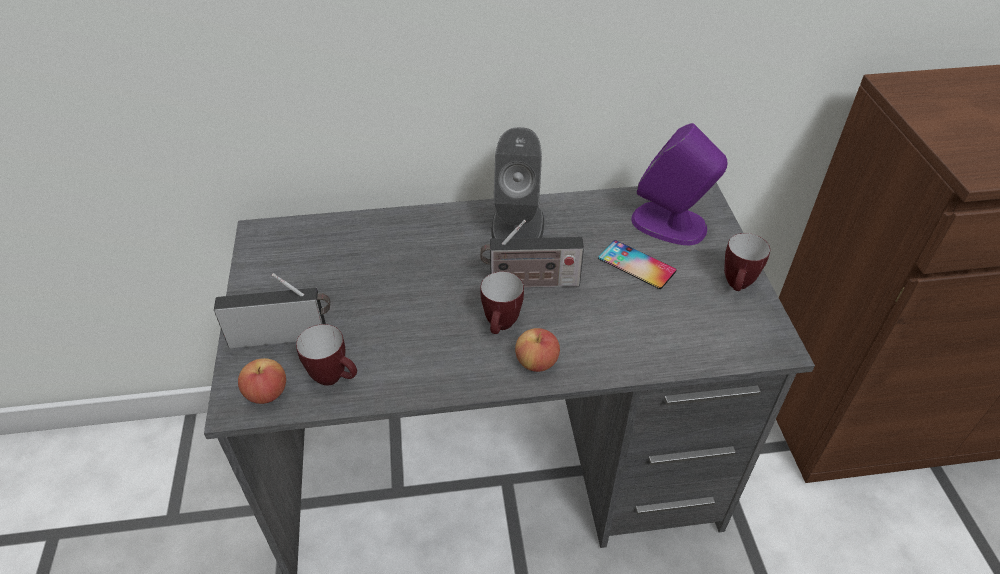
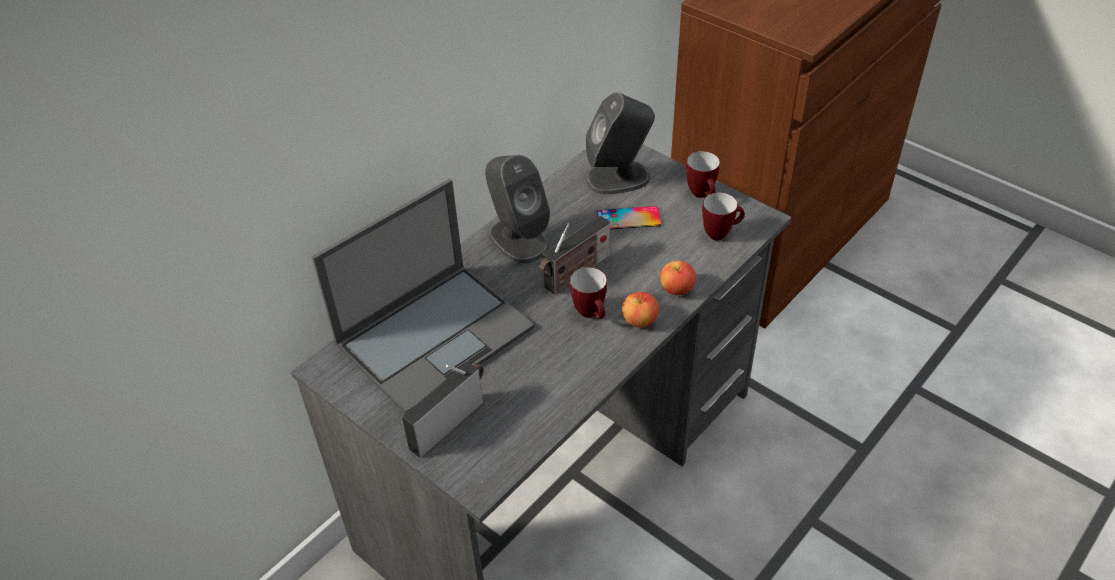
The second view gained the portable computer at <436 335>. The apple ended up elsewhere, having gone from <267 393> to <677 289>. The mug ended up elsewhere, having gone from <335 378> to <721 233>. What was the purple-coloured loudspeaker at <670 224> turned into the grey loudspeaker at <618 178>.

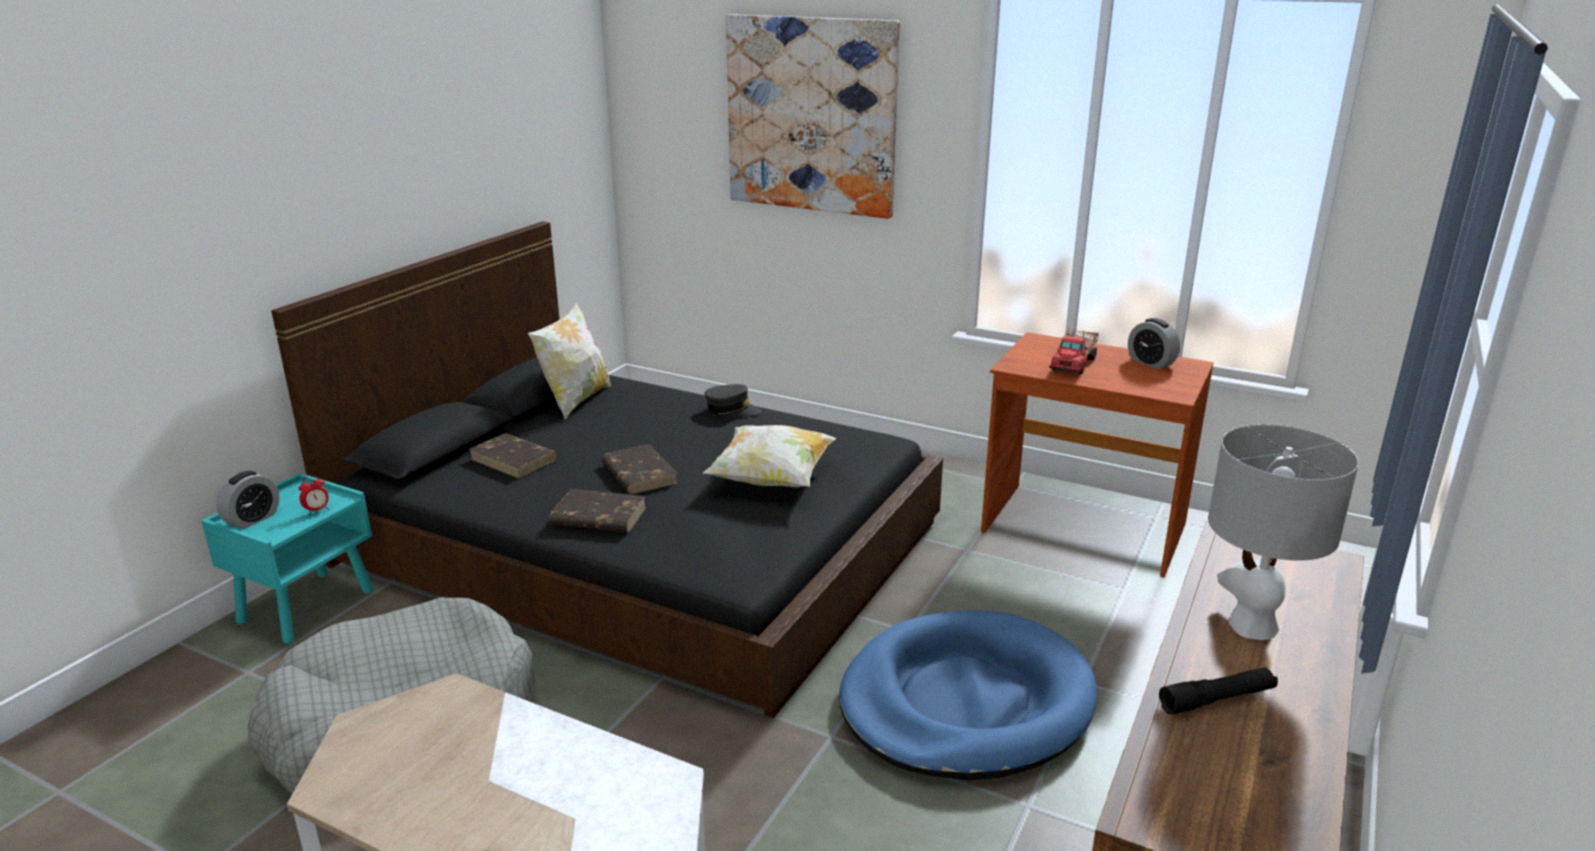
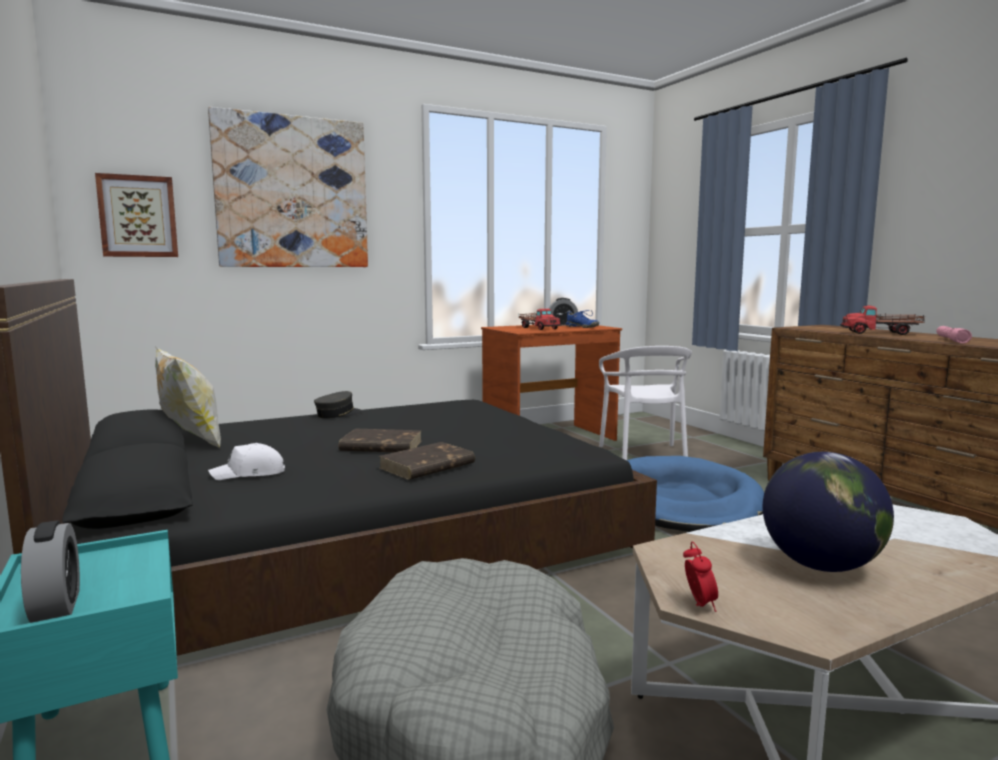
The second view lost the pillow at <771 480>. The second view gained the wall art at <138 216>. The second view gained the bluish item of footwear at <581 327>. The second view gained the white plain chair at <644 455>. The second view gained the world globe at <820 566>. The alarm clock ended up elsewhere, having gone from <317 511> to <699 605>. Where the brown book stood at <514 459>, the white baseball cap came to stand at <249 474>. Where the grey table lamp stood at <1251 625>, the toy truck came to stand at <881 333>. What was the black-coloured flashlight at <1217 700> turned into the pink-coloured flashlight at <951 340>.

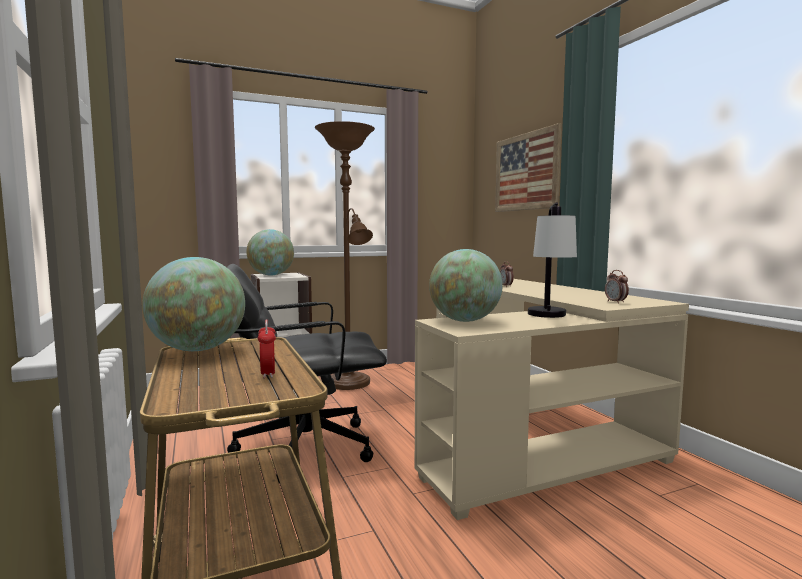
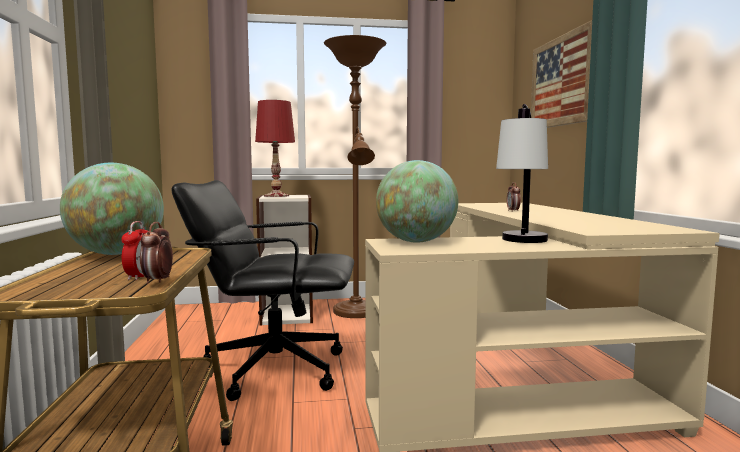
The alarm clock ended up elsewhere, having gone from <615 302> to <158 281>. Where the world globe stood at <271 275>, the red table lamp came to stand at <276 196>.

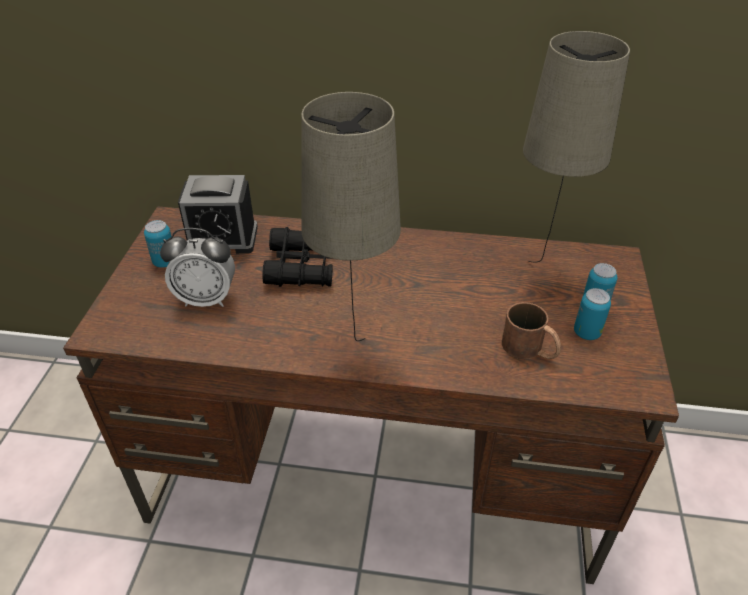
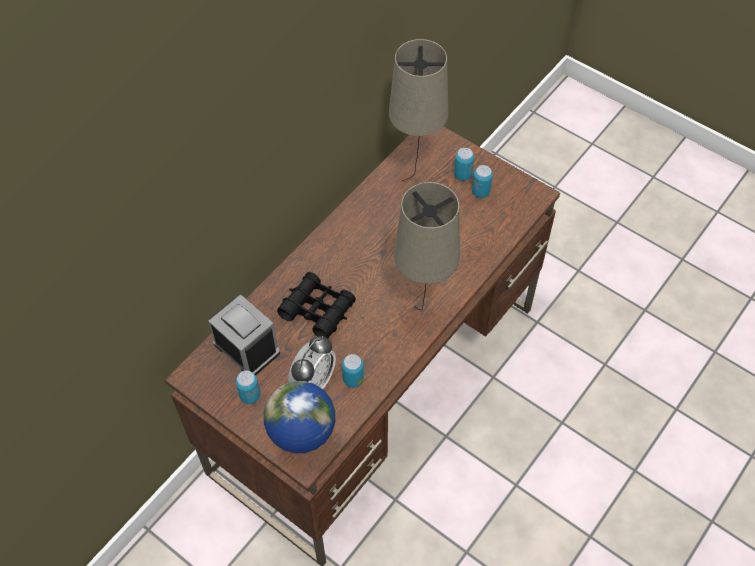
The second view lost the brown mug at <530 349>. The second view gained the world globe at <304 446>. The second view gained the sealed can at <353 379>. The alarm clock at <222 238> ended up facing another way, 75 degrees counterclockwise from before.

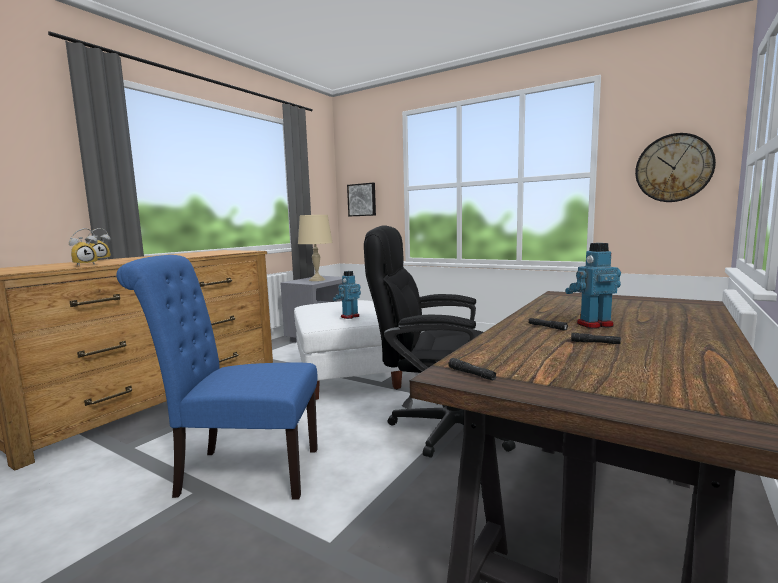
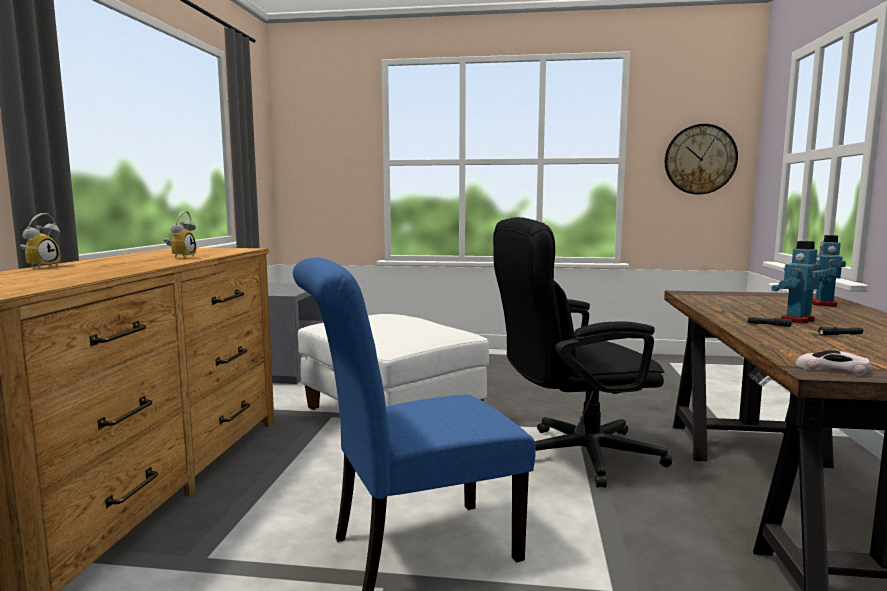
The second view lost the beige-coloured table lamp at <317 280>. The second view lost the wall art at <362 200>. The alarm clock ended up elsewhere, having gone from <85 265> to <181 257>. The robot figure ended up elsewhere, having gone from <349 316> to <822 304>. Where the black-coloured flashlight stood at <472 374>, the white toy car came to stand at <831 369>.

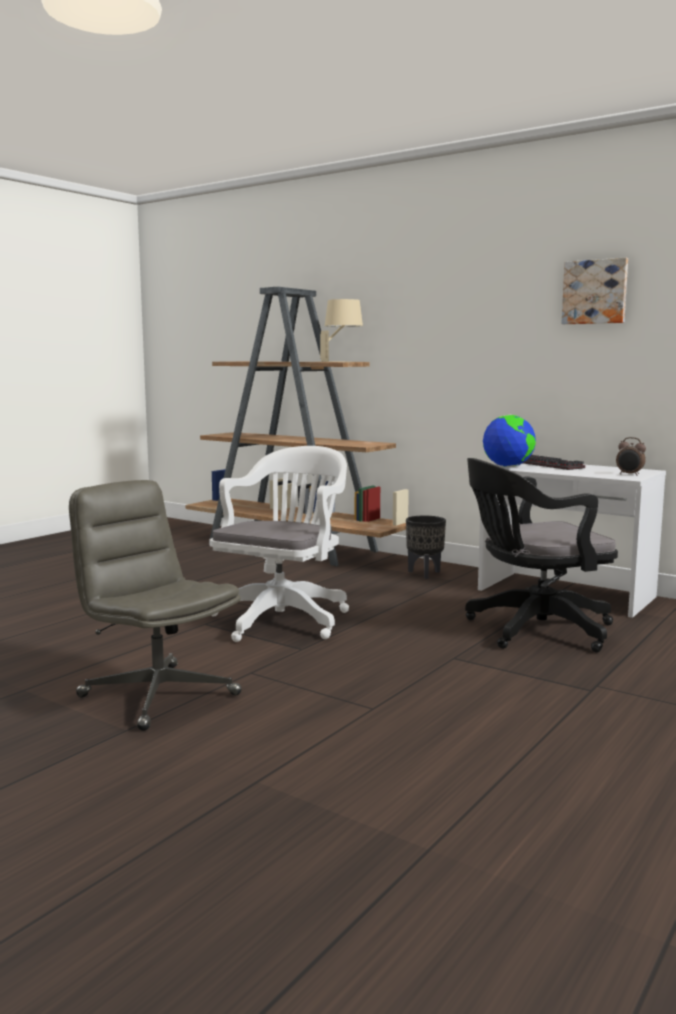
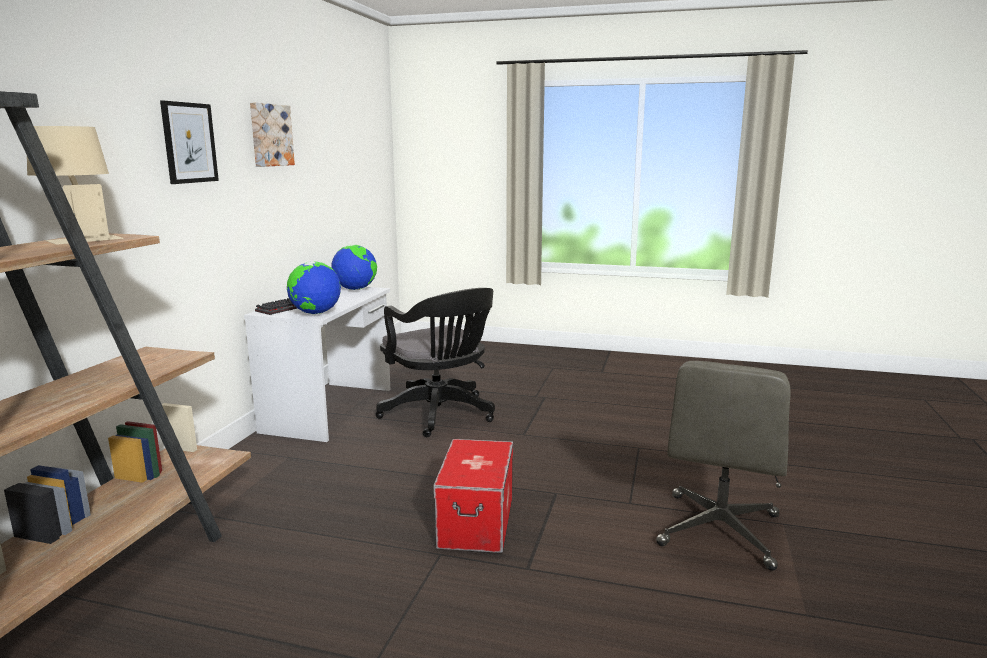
The second view lost the black-coloured flower pot at <425 574>. The second view gained the wall art at <189 143>. Where the white desk chair stood at <284 618>, the storage container came to stand at <475 522>. Where the alarm clock stood at <629 474>, the world globe came to stand at <355 289>.

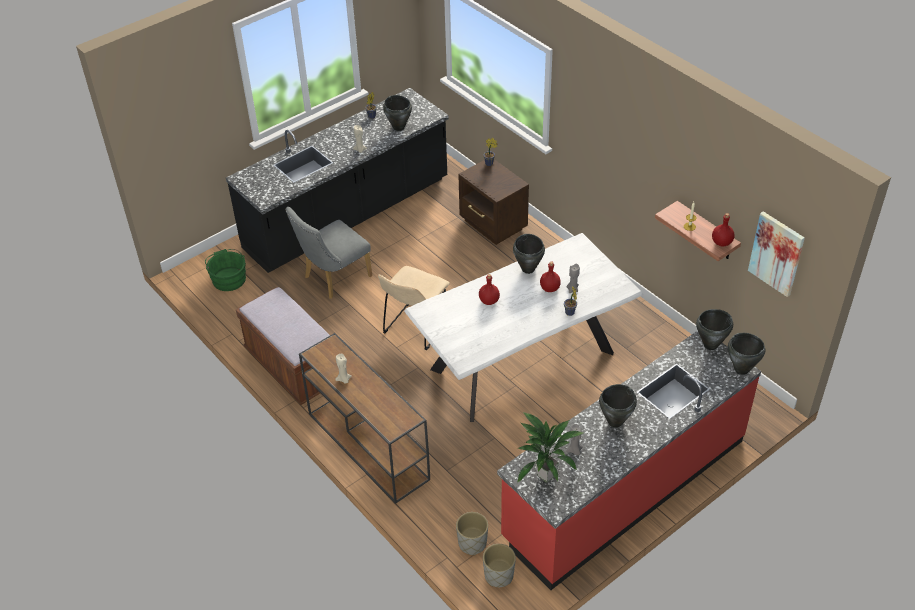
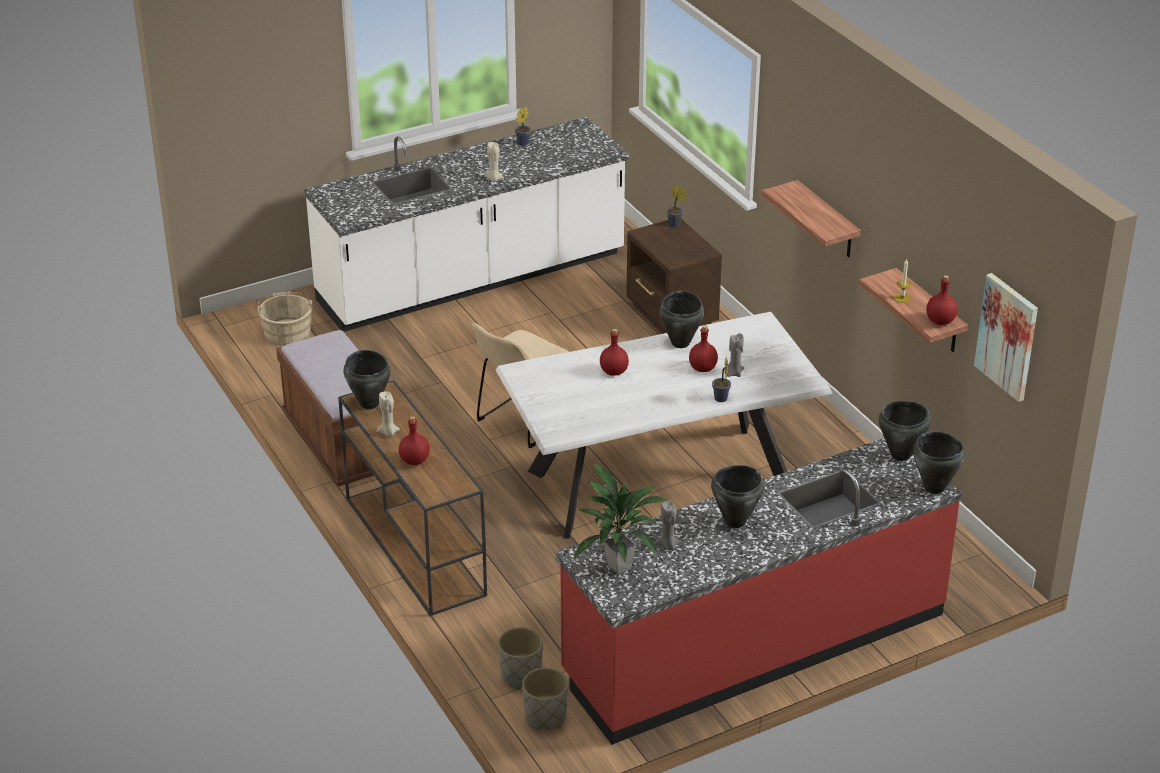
The second view lost the grey plain chair at <333 278>. The second view gained the red drink bottle at <415 461>. The second view gained the shelf at <827 221>. The black-coloured saucepot ended up elsewhere, having gone from <399 127> to <369 403>. What was the green-coloured pail at <228 278> turned into the beige-coloured pail at <287 331>. What was the black-coloured kitchen counter at <348 215> turned into the white kitchen counter at <472 279>.

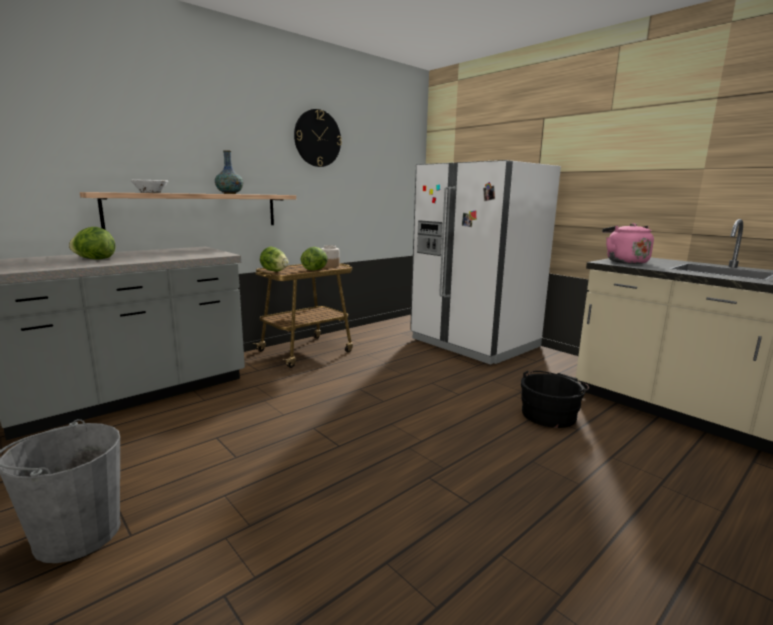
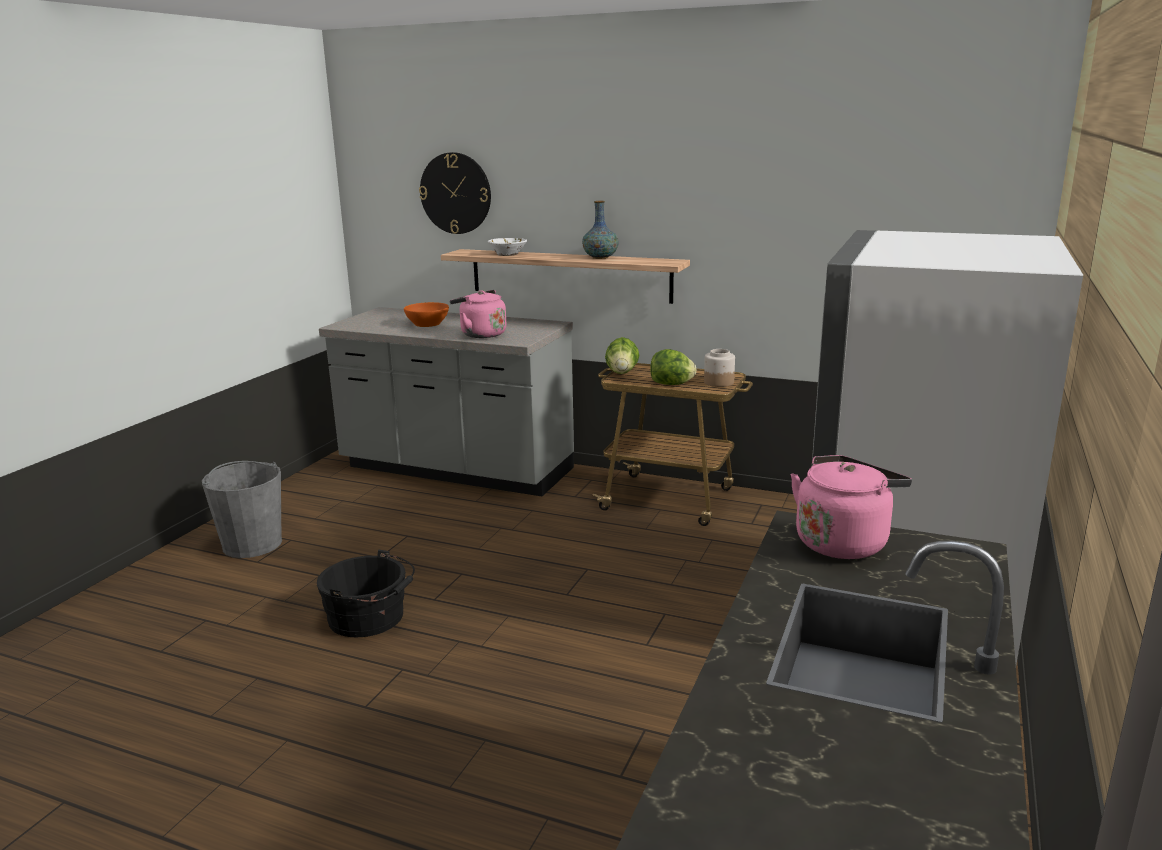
The second view gained the pink-coloured water kettle at <480 334>. The wall clock ended up elsewhere, having gone from <317 138> to <455 193>. The black-coloured pail ended up elsewhere, having gone from <550 414> to <370 618>. Where the lettuce stood at <95 259>, the orange-coloured serving bowl came to stand at <427 324>.

